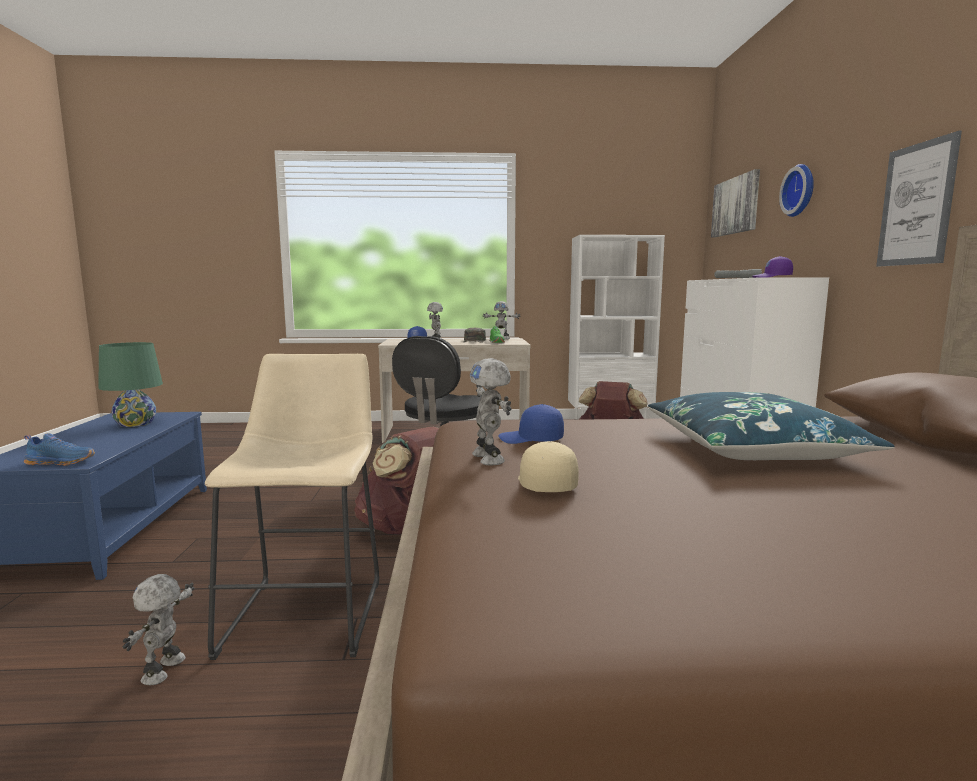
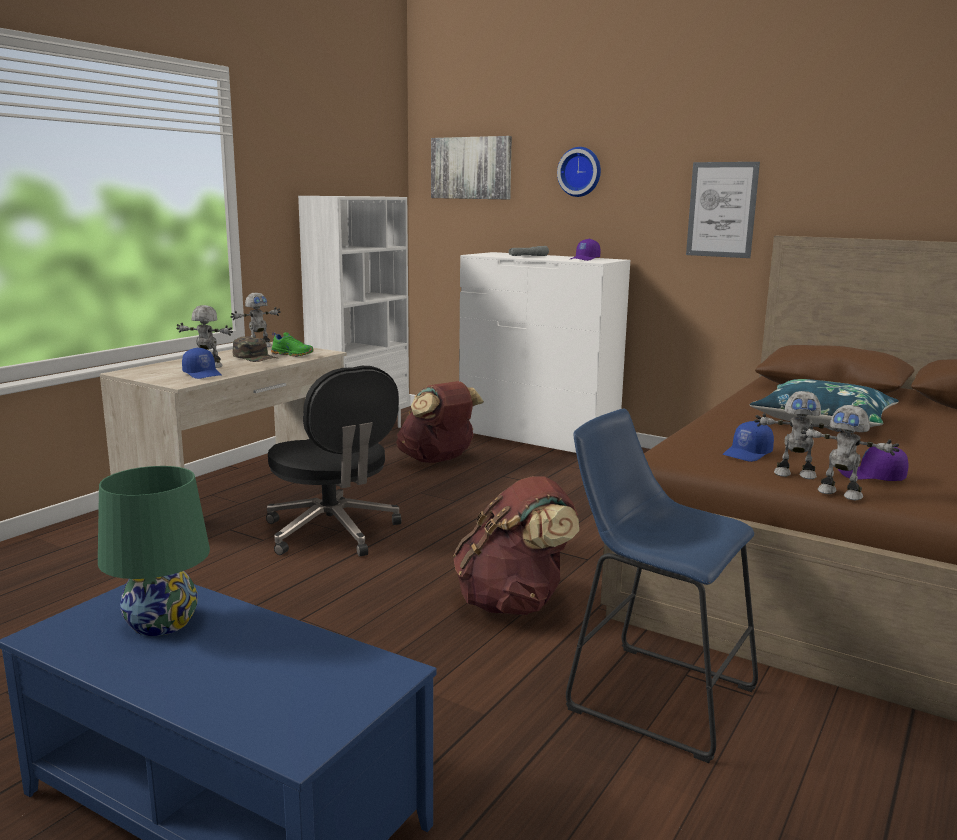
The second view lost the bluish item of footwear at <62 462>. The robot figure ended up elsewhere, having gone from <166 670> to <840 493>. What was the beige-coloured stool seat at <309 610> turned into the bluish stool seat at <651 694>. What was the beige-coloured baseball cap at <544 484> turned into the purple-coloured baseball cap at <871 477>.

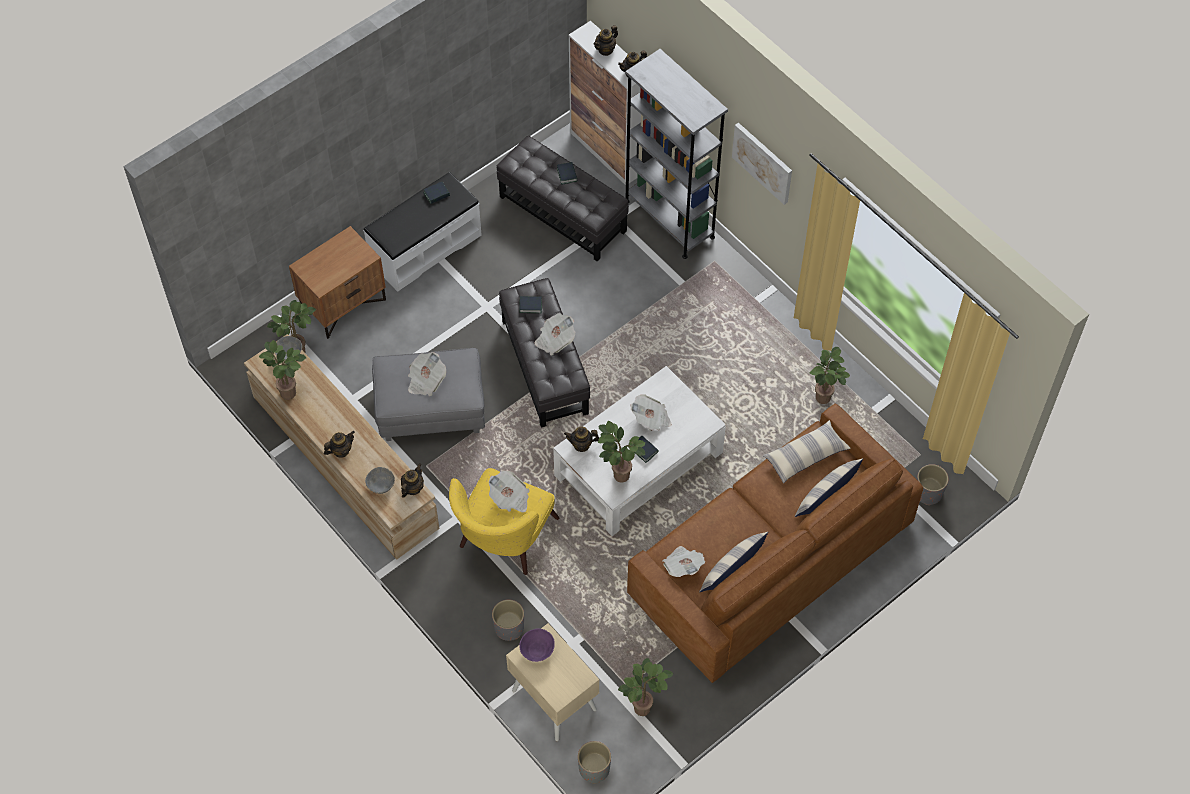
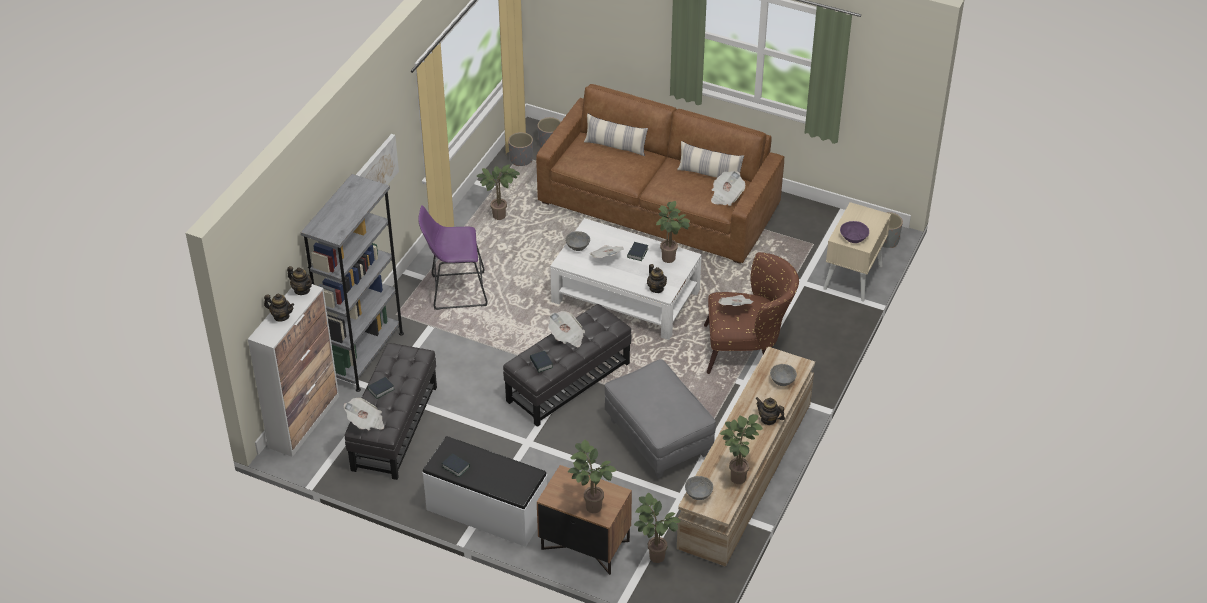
The second view lost the teapot at <412 488>. The second view lost the pillow at <805 456>. The second view gained the purple-coloured stool seat at <455 291>. The second view gained the grey serving bowl at <577 247>. The printed paper ended up elsewhere, having gone from <426 380> to <366 422>. The grey flower pot ended up elsewhere, having gone from <509 628> to <521 159>. The plant in a pot ended up elsewhere, having gone from <643 705> to <590 507>. What was the yellow-coloured lounge chair at <503 541> turned into the brown lounge chair at <747 349>.

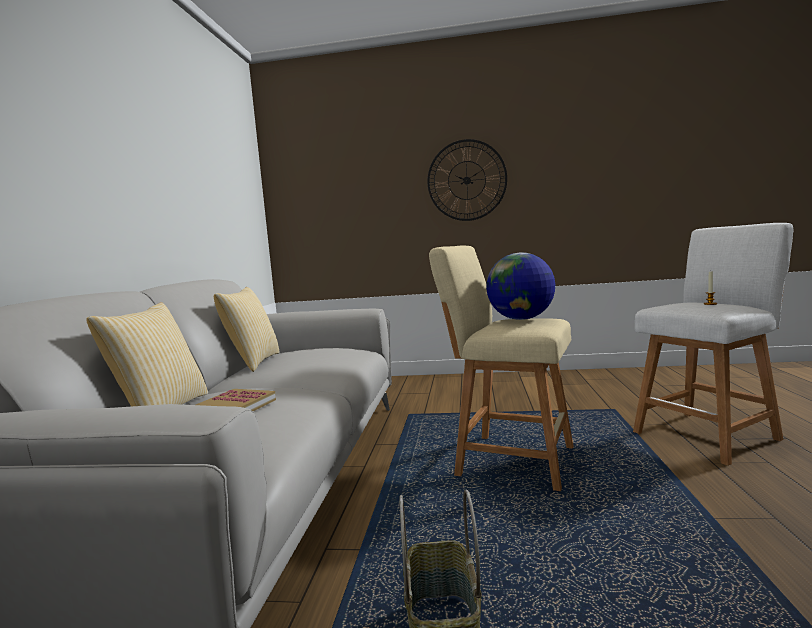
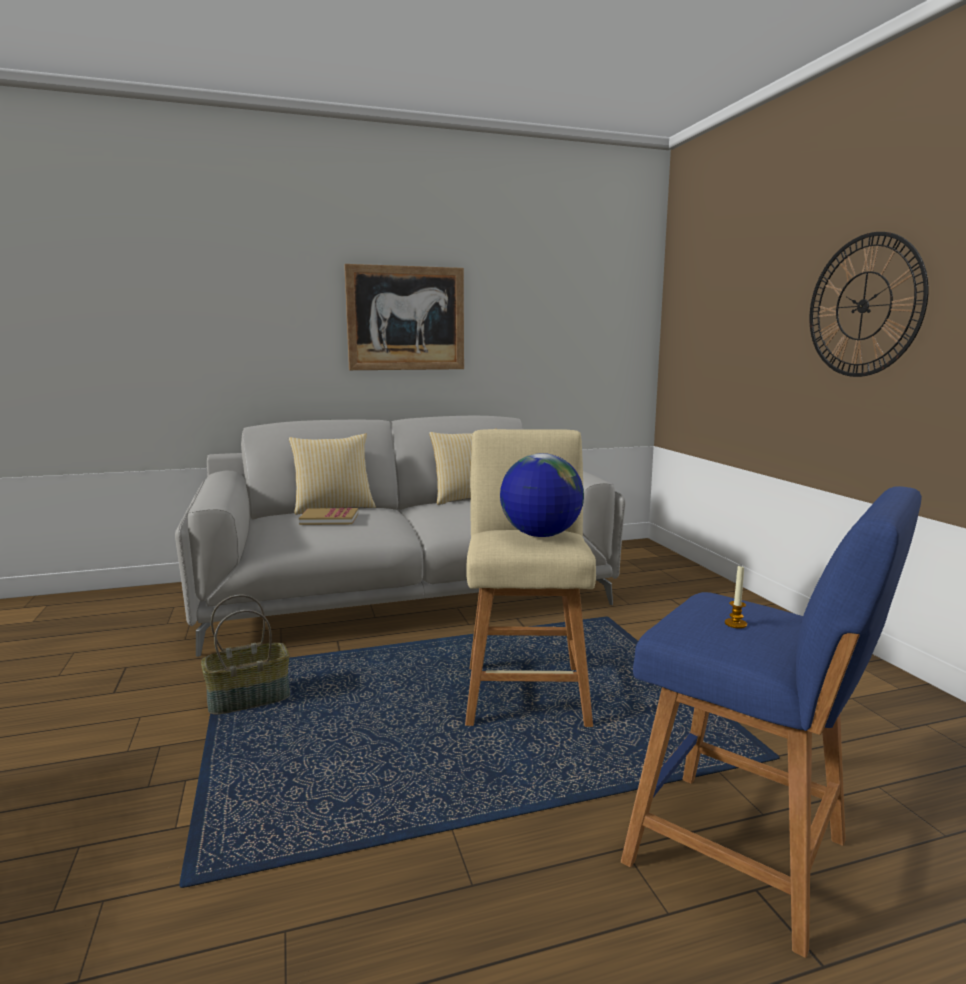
The second view gained the wall art at <406 318>. What was the white stool seat at <709 434> turned into the bluish stool seat at <748 857>.

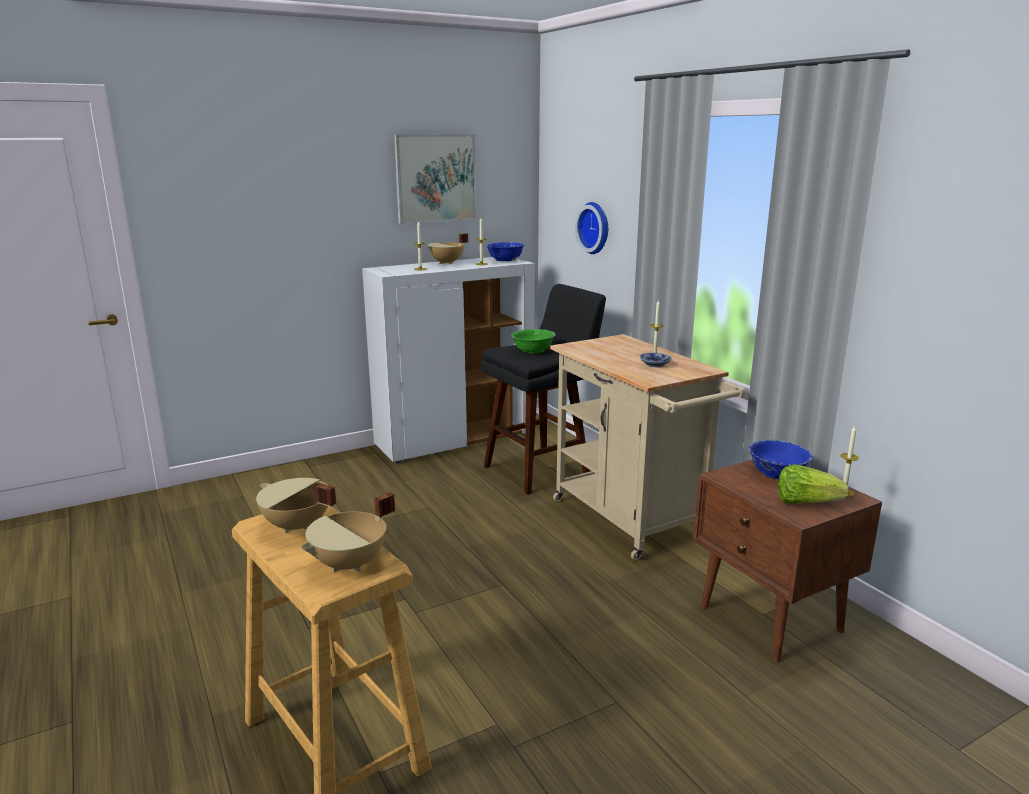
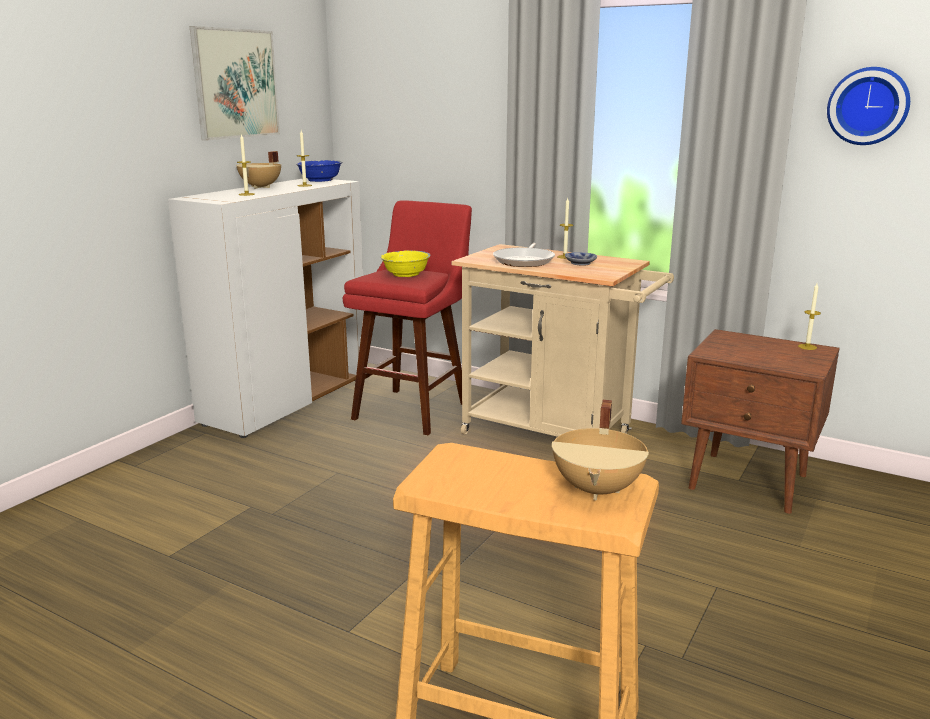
The second view lost the beige-coloured saucepot at <297 526>. The second view lost the bluish serving bowl at <777 473>. The second view lost the lettuce at <805 502>. The second view gained the pan at <524 261>. The wall clock ended up elsewhere, having gone from <595 228> to <868 106>. What was the black-coloured stool seat at <542 469> turned into the red stool seat at <414 408>. What was the green-coloured serving bowl at <533 350> turned into the yellow-coloured serving bowl at <406 274>.

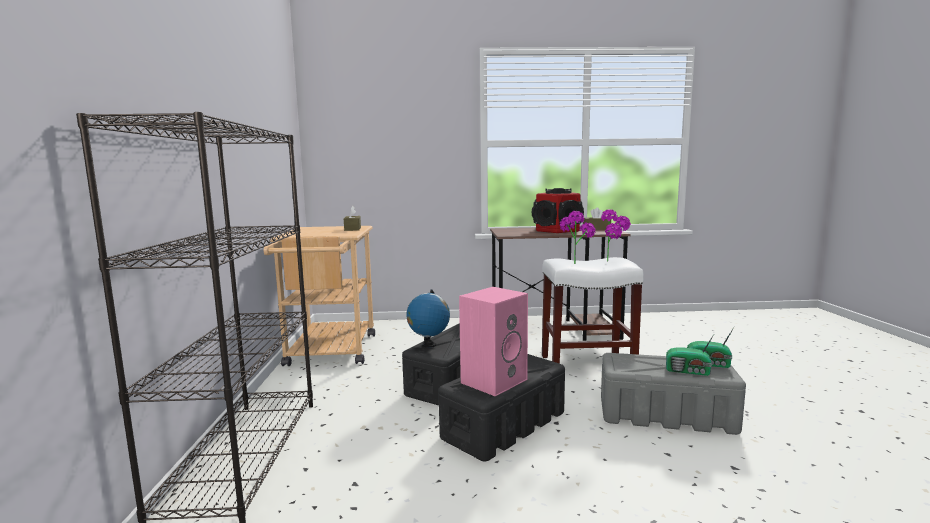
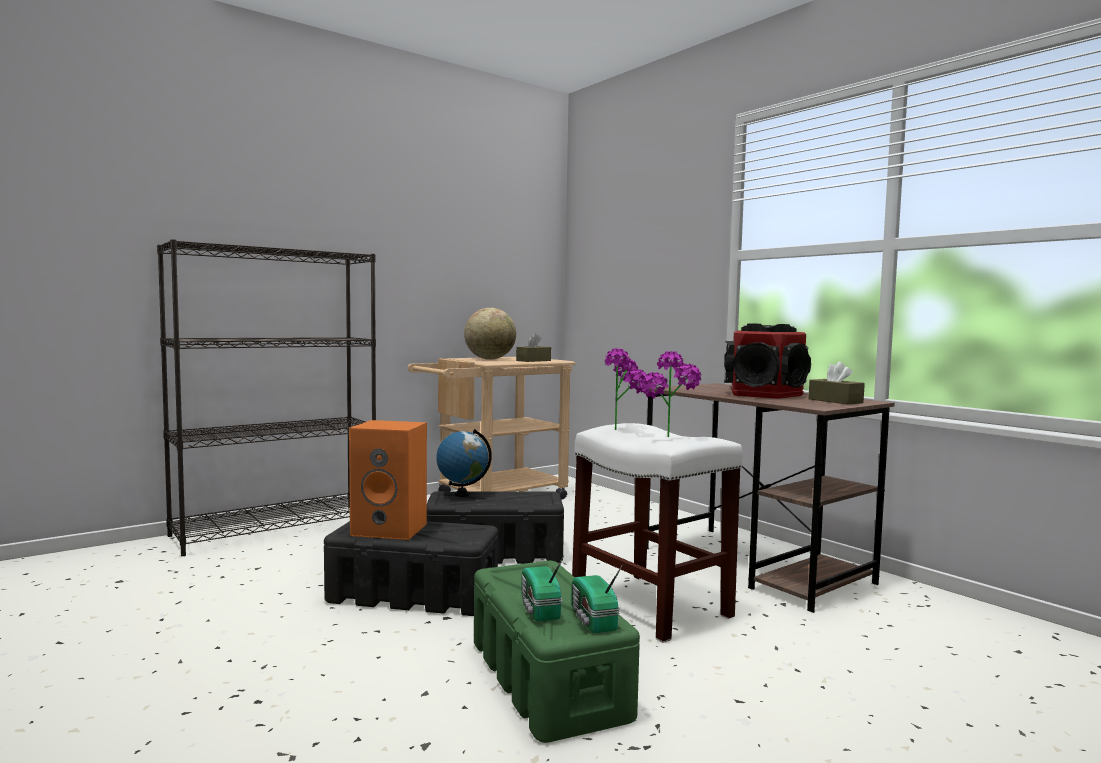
The second view gained the world globe at <490 359>. What was the pink-coloured loudspeaker at <494 380> turned into the orange-coloured loudspeaker at <391 529>. What was the grey storage container at <666 415> turned into the green-coloured storage container at <548 680>.

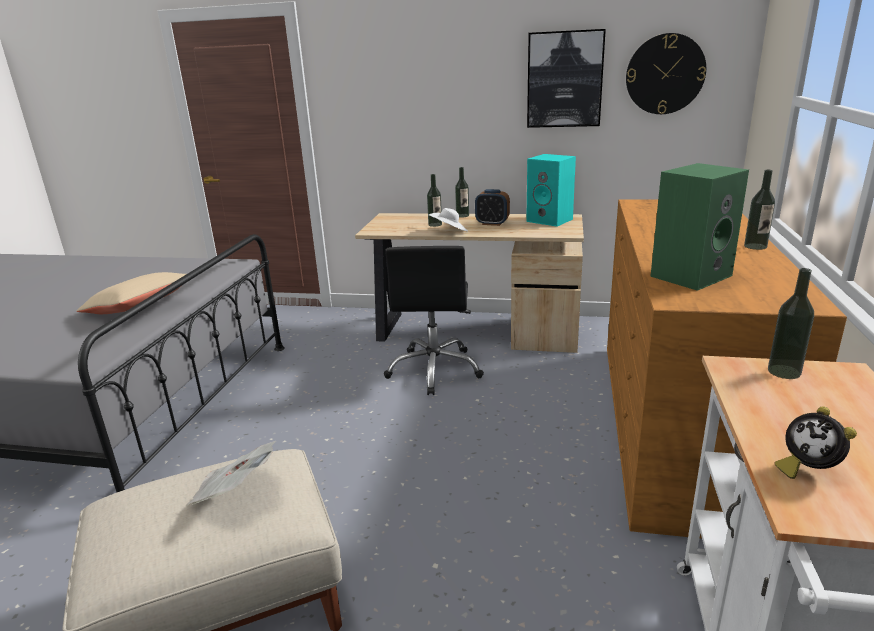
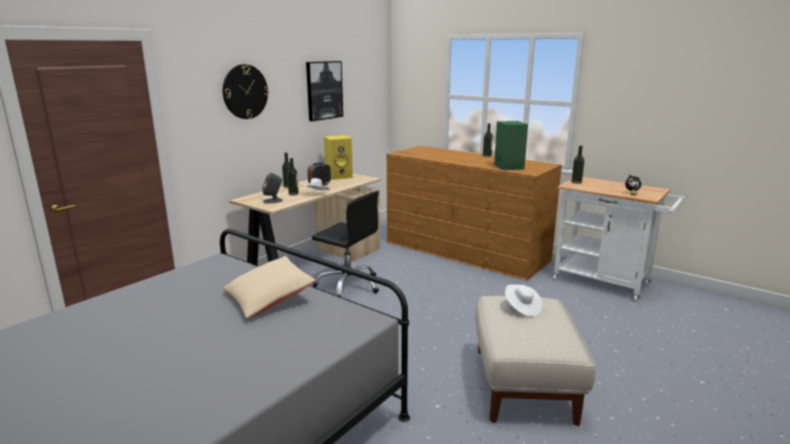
The second view gained the grey loudspeaker at <273 201>. The wall clock ended up elsewhere, having gone from <665 74> to <245 92>. Where the printed paper stood at <236 492>, the white clothing hat came to stand at <522 308>. What was the turquoise loudspeaker at <551 220> turned into the yellow-coloured loudspeaker at <339 176>.

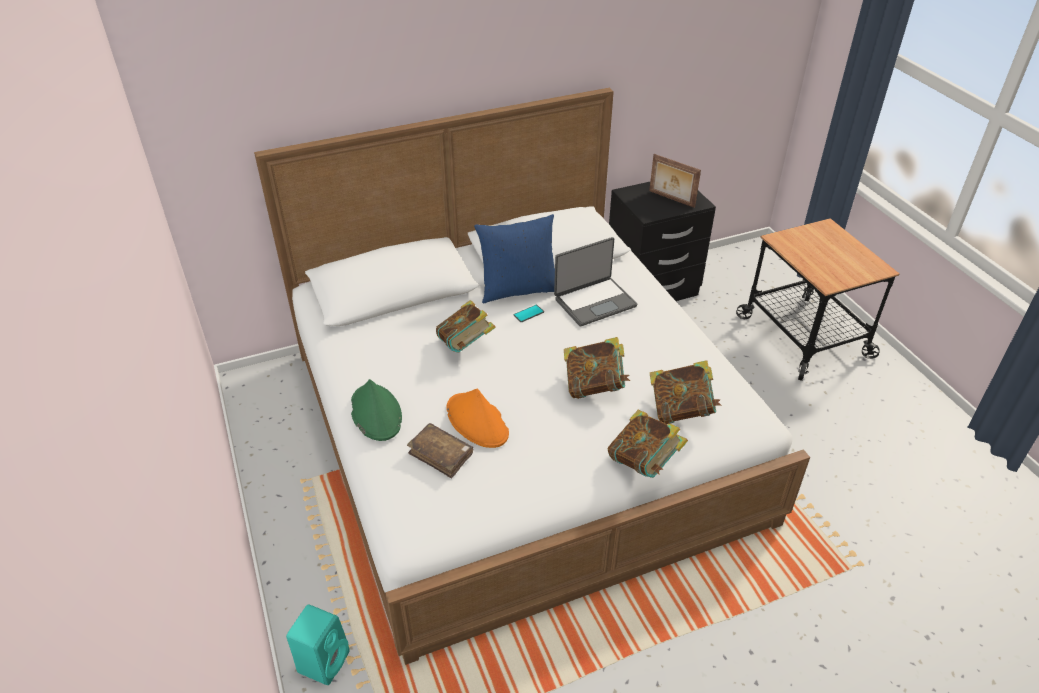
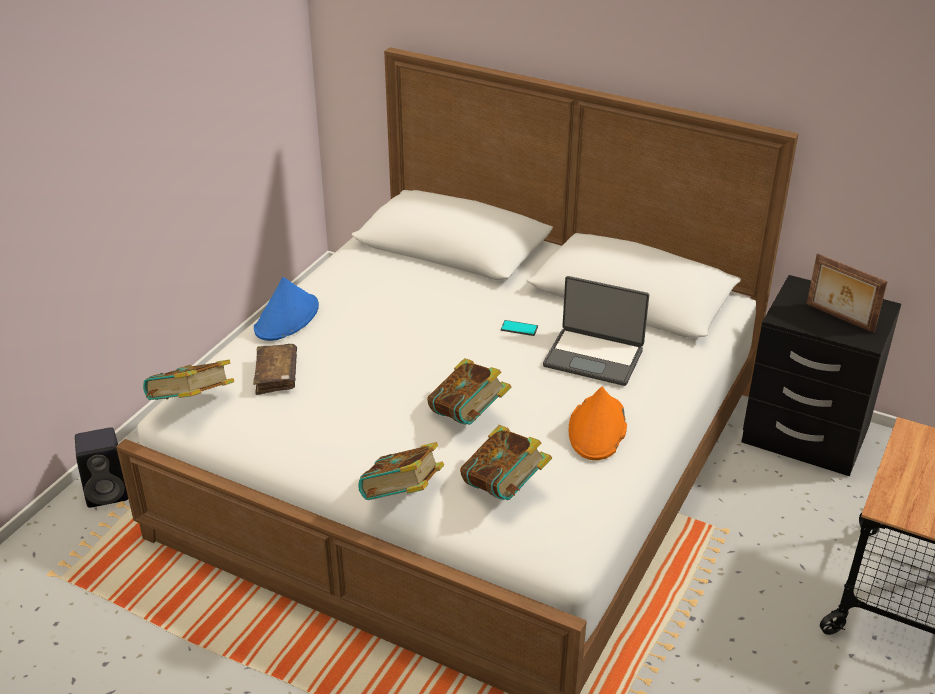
The second view lost the bluish pillow at <518 289>. The book ended up elsewhere, having gone from <466 345> to <192 405>. The orange-coloured clothing hat ended up elsewhere, having gone from <477 421> to <597 429>. What was the turquoise loudspeaker at <324 660> turned into the black-coloured loudspeaker at <109 492>. What was the green-coloured clothing hat at <375 413> turned into the bluish clothing hat at <287 318>. The picture frame at <671 199> ended up facing another way, 45 degrees counterclockwise from before.

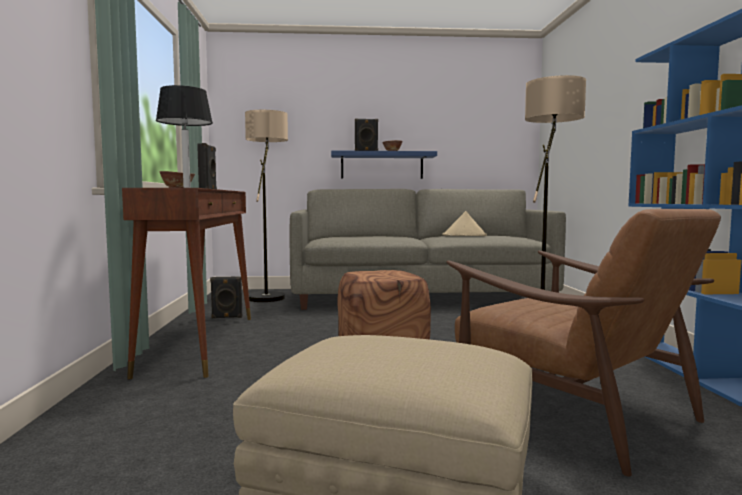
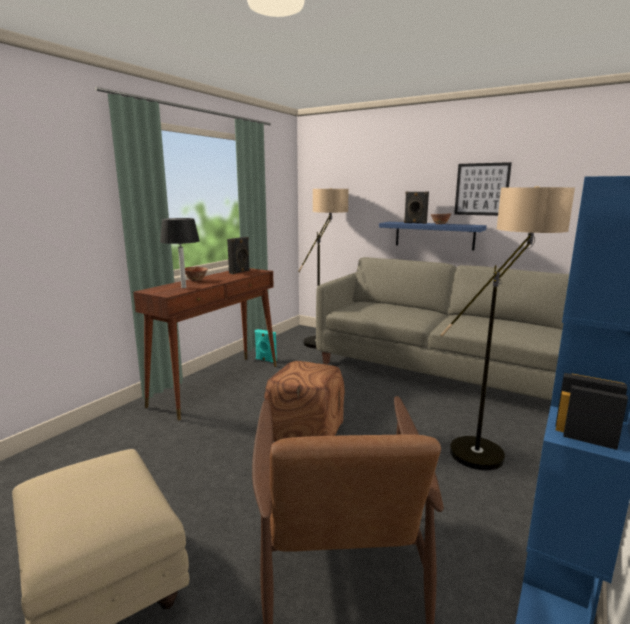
The second view lost the beige-coloured clothing hat at <464 236>. The second view gained the wall art at <481 189>. What was the black-coloured loudspeaker at <227 317> turned into the turquoise loudspeaker at <265 360>.

